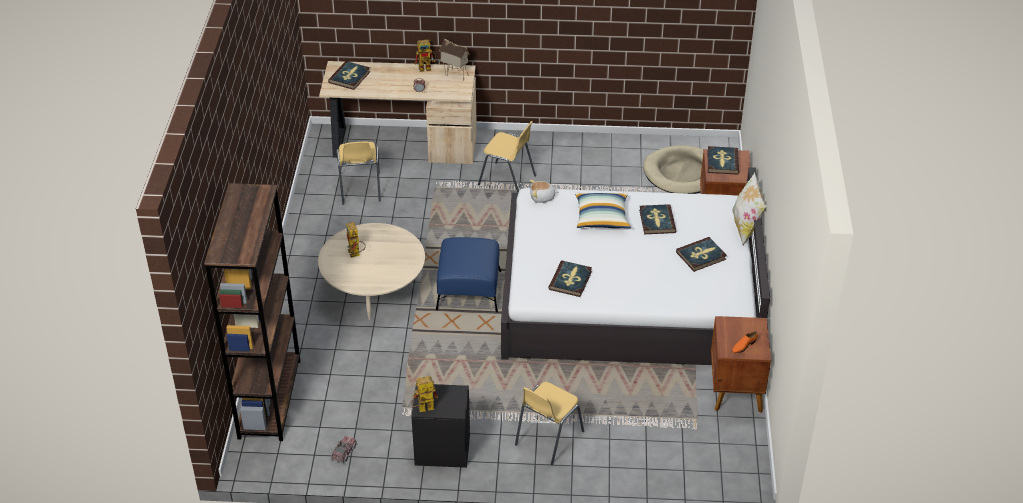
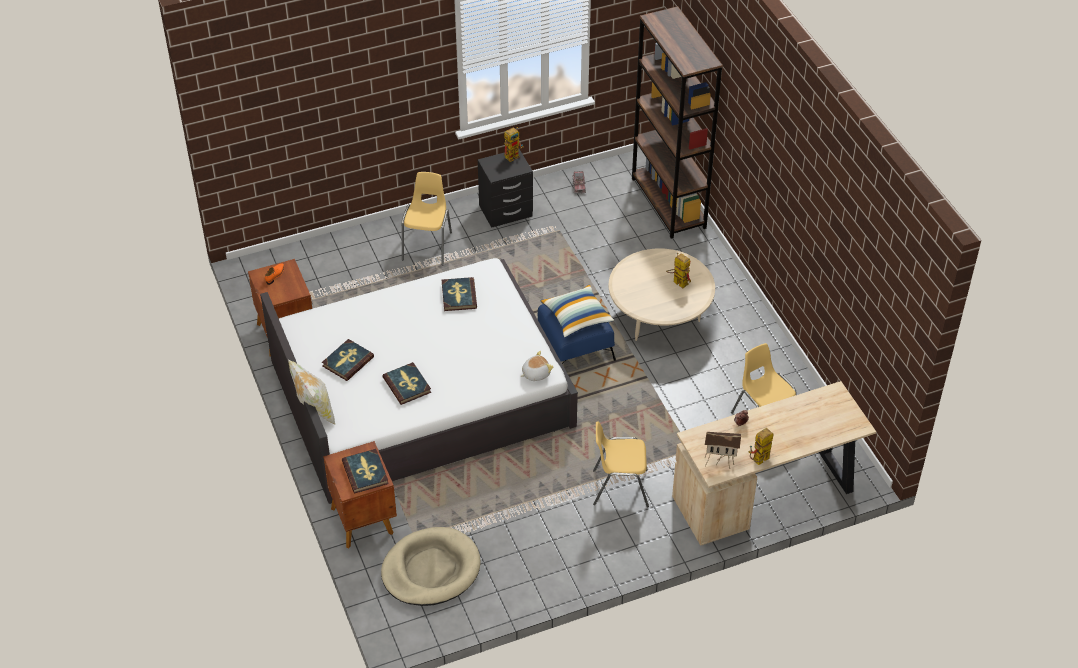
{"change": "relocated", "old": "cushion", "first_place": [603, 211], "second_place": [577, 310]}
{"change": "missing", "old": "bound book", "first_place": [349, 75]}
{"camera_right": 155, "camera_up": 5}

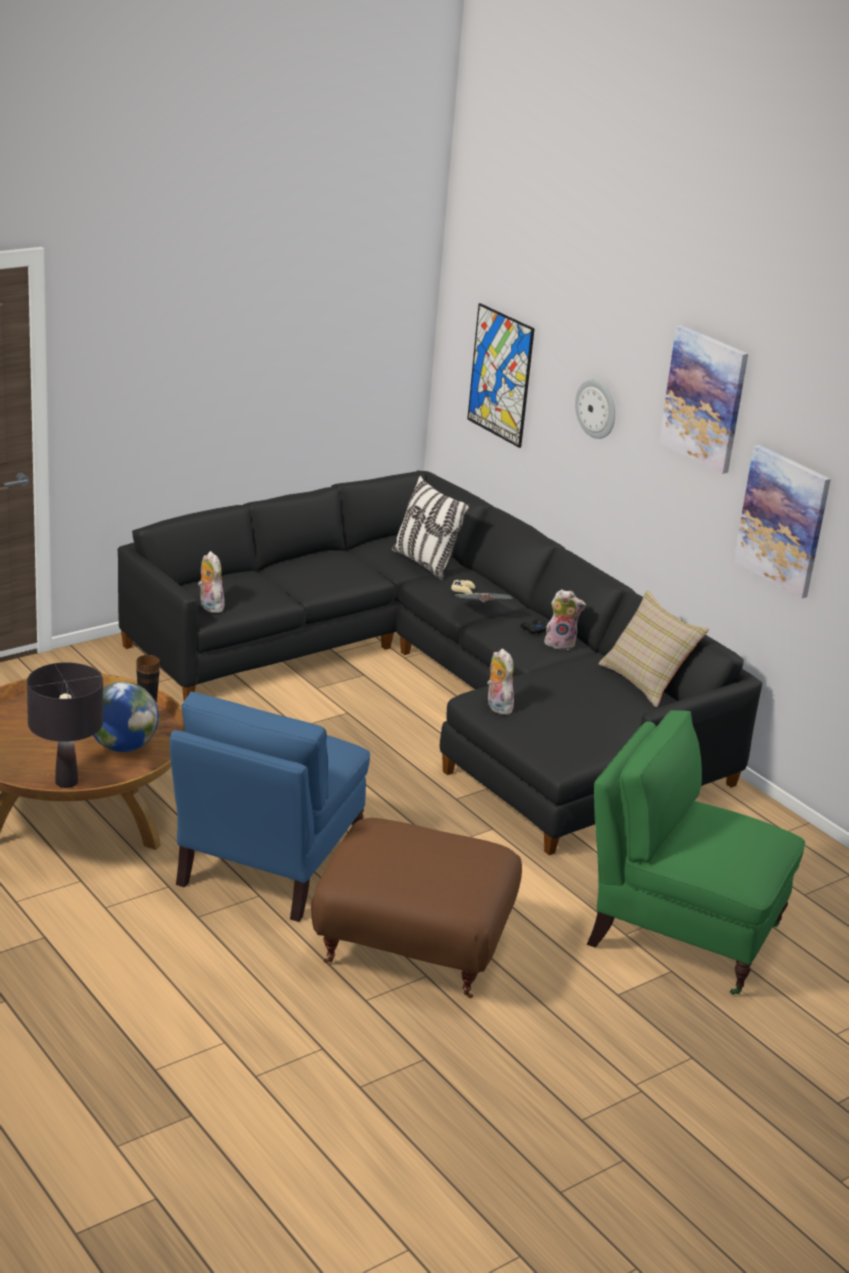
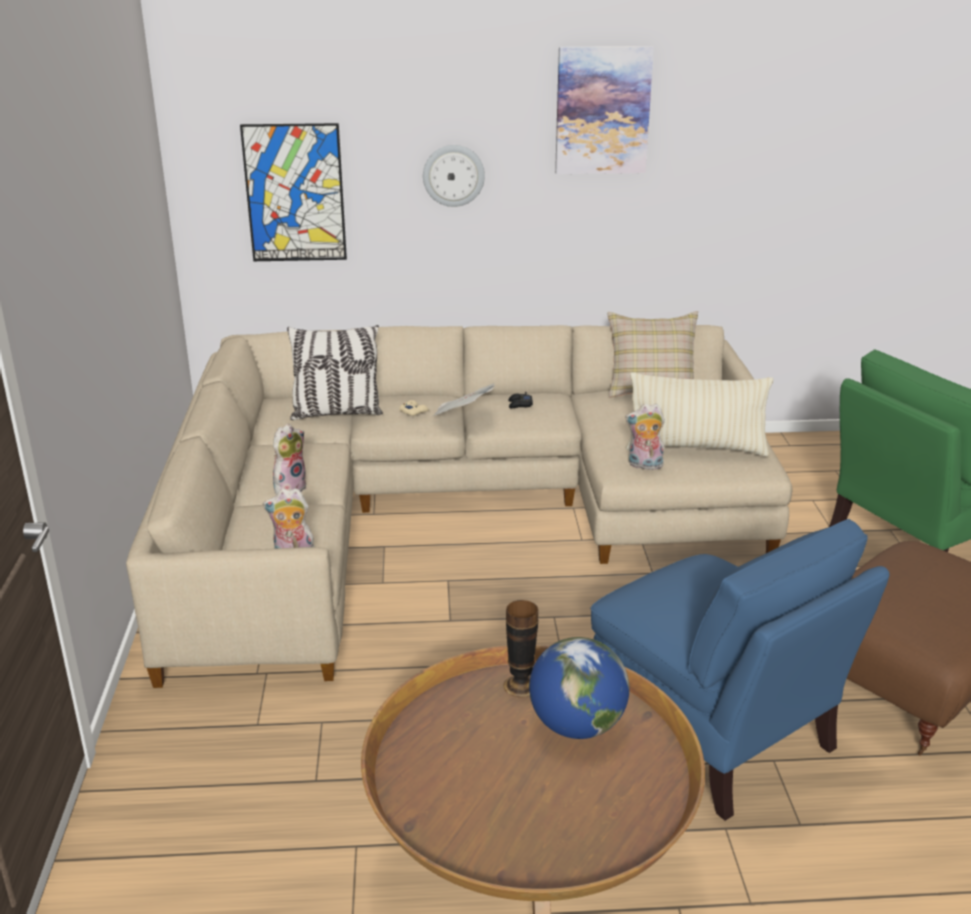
{"change": "colour", "old": "sofa/black", "new": "sofa/beige-coloured", "first_place": [440, 662], "second_place": [459, 506]}
{"change": "relocated", "old": "plush toy", "first_place": [565, 619], "second_place": [290, 459]}
{"change": "appeared", "new": "cushion/beige-coloured", "second_place": [699, 414]}
{"change": "missing", "old": "tabletop lamp/black", "first_place": [65, 725]}
{"change": "missing", "old": "picture", "first_place": [782, 522]}
{"camera_right": -55, "camera_up": 0}

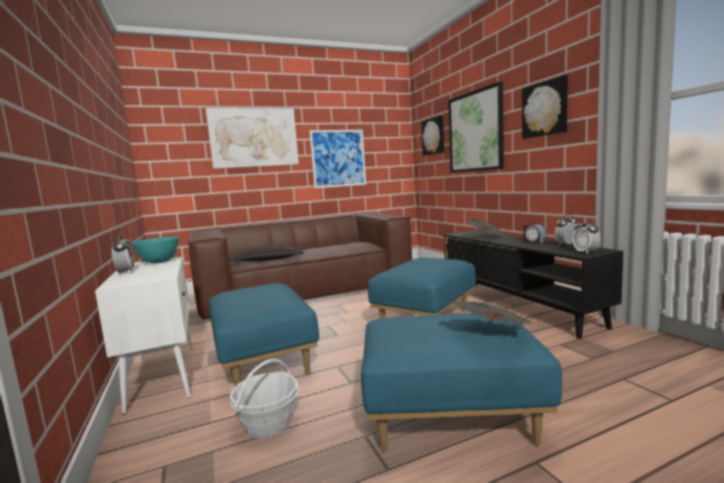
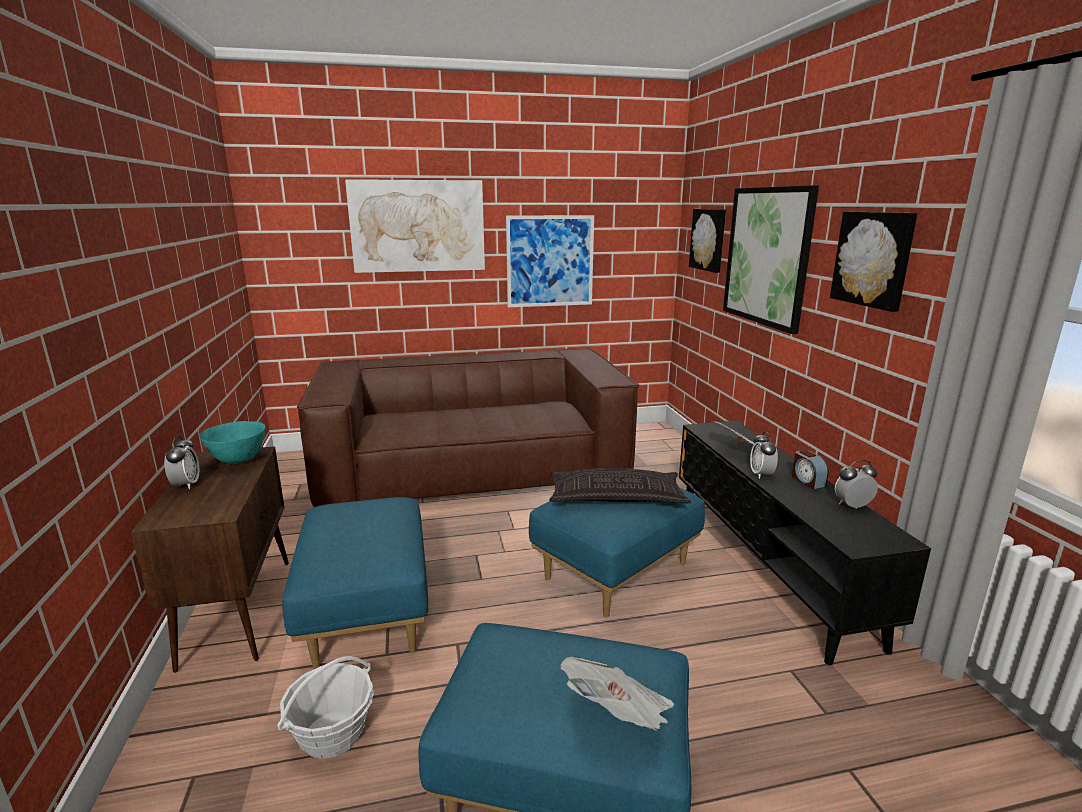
{"change": "colour", "old": "storage cabinet/white-coloured", "new": "storage cabinet/brown", "first_place": [144, 335], "second_place": [210, 559]}
{"change": "relocated", "old": "cushion", "first_place": [266, 253], "second_place": [620, 486]}
{"change": "relocated", "old": "table clock", "first_place": [587, 236], "second_place": [764, 455]}
{"camera_right": 10, "camera_up": 10}

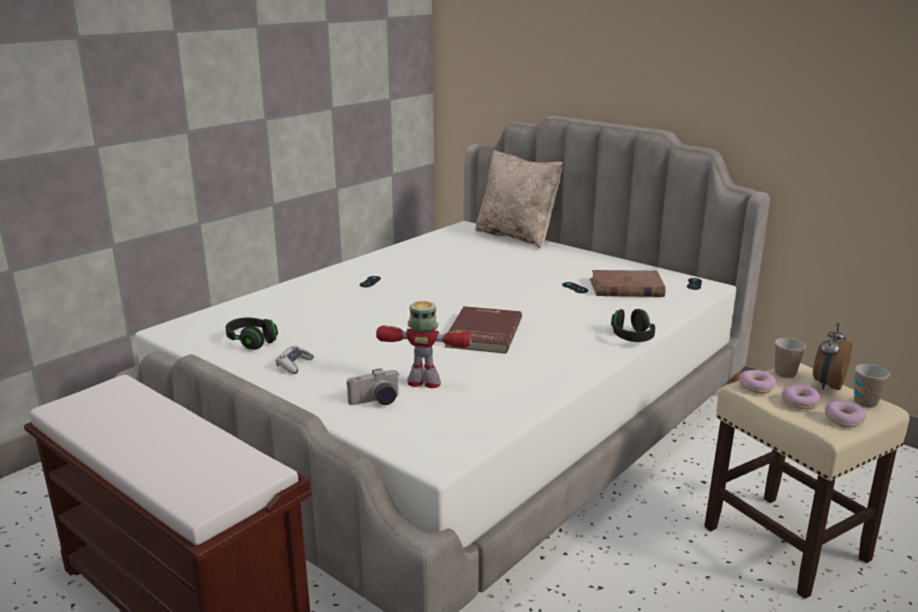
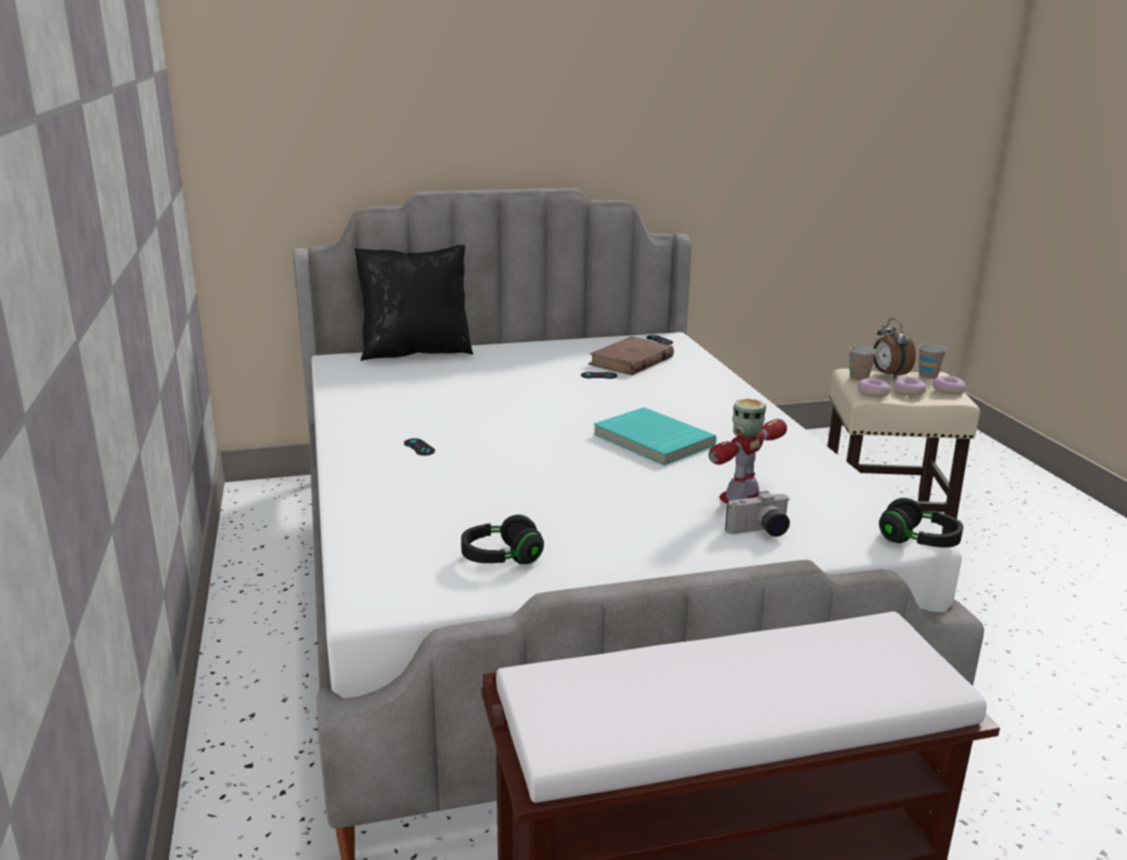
{"change": "colour", "old": "cushion/beige-coloured", "new": "cushion/black", "first_place": [519, 199], "second_place": [414, 303]}
{"change": "colour", "old": "bound book/red-coloured", "new": "bound book/blue-green", "first_place": [483, 330], "second_place": [655, 436]}
{"change": "spun", "old": "still camera", "first_place": [373, 386], "second_place": [757, 514], "degrees": 60}
{"change": "relocated", "old": "pair of headphones/black", "first_place": [633, 325], "second_place": [921, 523]}
{"change": "missing", "old": "joypad", "first_place": [295, 360]}
{"camera_right": -55, "camera_up": 0}

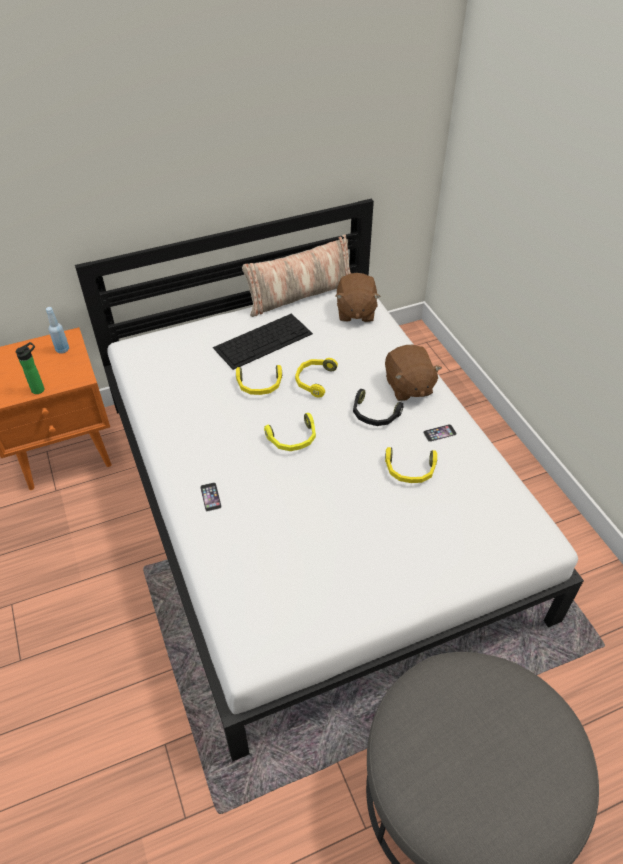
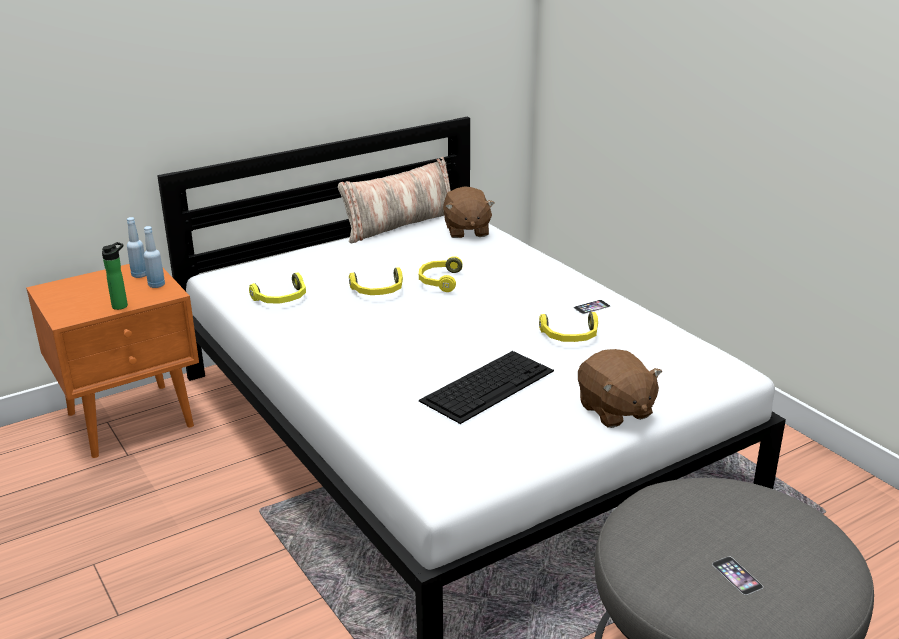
{"change": "appeared", "new": "beverage bottle/blue-coloured", "second_place": [154, 257]}
{"change": "relocated", "old": "pair of headphones/yellow-coloured", "first_place": [290, 432], "second_place": [277, 288]}
{"change": "relocated", "old": "computer keyboard", "first_place": [263, 341], "second_place": [486, 387]}
{"change": "relocated", "old": "plush toy/brown", "first_place": [413, 373], "second_place": [620, 388]}
{"change": "relocated", "old": "phone", "first_place": [211, 497], "second_place": [737, 575]}
{"change": "missing", "old": "pair of headphones/black", "first_place": [378, 407]}
{"camera_right": -10, "camera_up": -20}

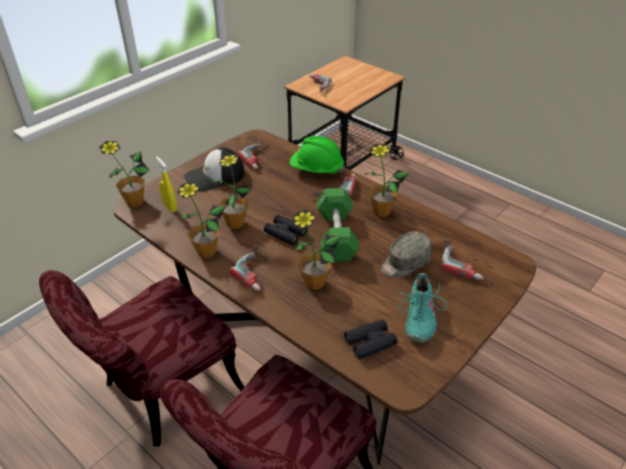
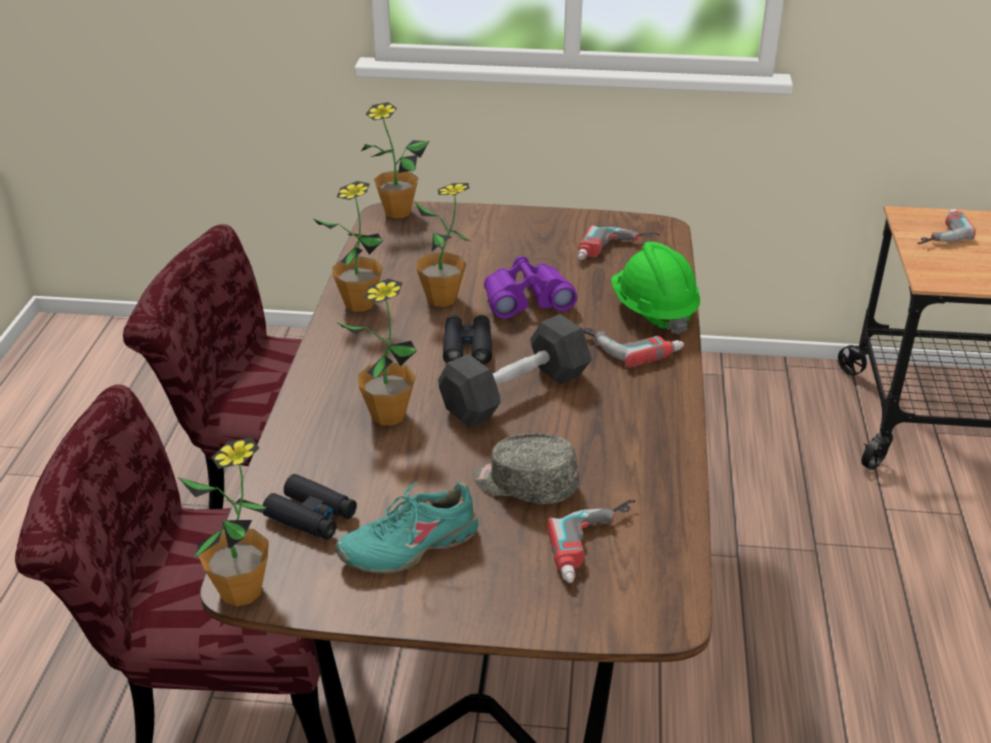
{"change": "relocated", "old": "potted plant", "first_place": [387, 180], "second_place": [223, 521]}
{"change": "colour", "old": "free weight/greenish", "new": "free weight/black", "first_place": [338, 225], "second_place": [515, 371]}
{"change": "appeared", "new": "binoculars/purple-coloured", "second_place": [530, 287]}
{"change": "missing", "old": "sprayer/yellow-coloured", "first_place": [166, 184]}
{"change": "missing", "old": "cap", "first_place": [214, 169]}
{"change": "missing", "old": "power drill", "first_place": [245, 267]}
{"camera_right": 55, "camera_up": -5}

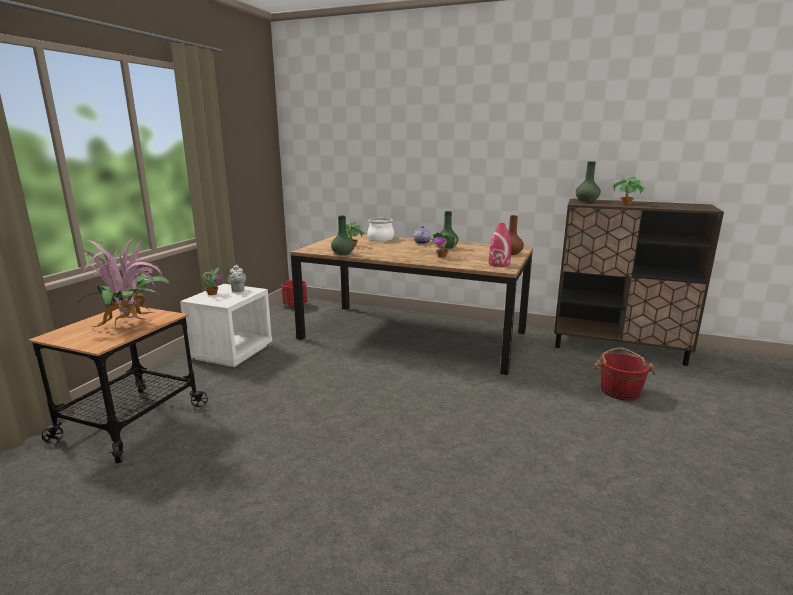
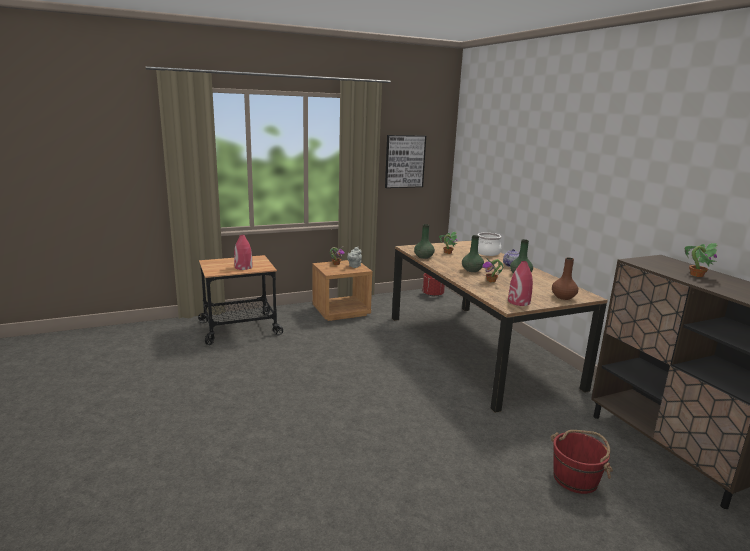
{"change": "exchanged", "old": "potted plant", "new": "vase/red-coloured", "first_place": [123, 282], "second_place": [243, 252]}
{"change": "colour", "old": "night table/white-coloured", "new": "night table/brown", "first_place": [226, 325], "second_place": [343, 290]}
{"change": "appeared", "new": "picture", "second_place": [405, 161]}
{"change": "relocated", "old": "vase/greenish", "first_place": [588, 181], "second_place": [473, 253]}
{"camera_right": 45, "camera_up": 0}

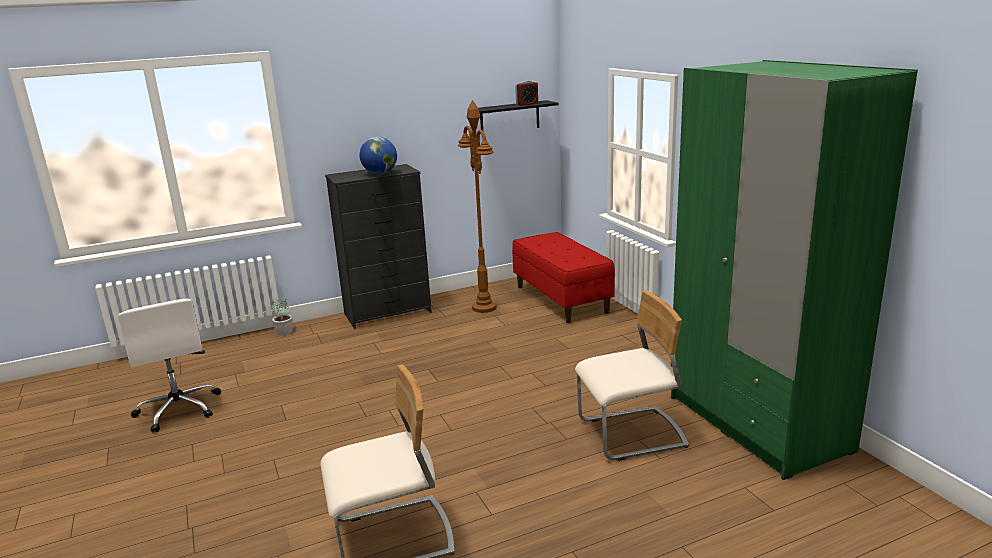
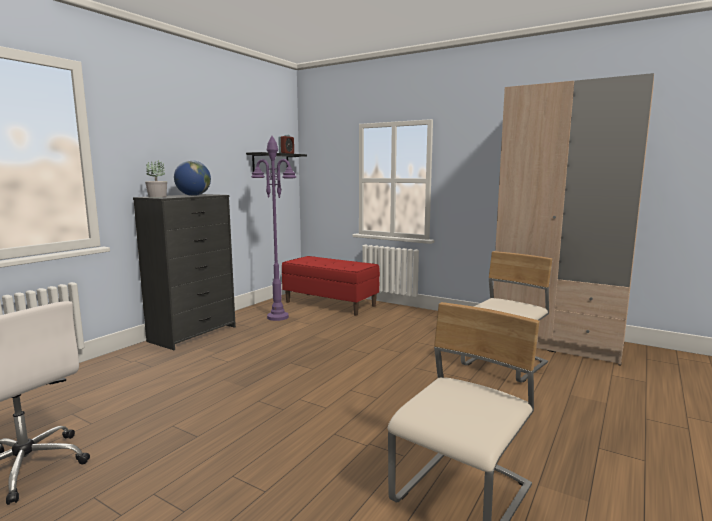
{"change": "relocated", "old": "potted plant", "first_place": [282, 316], "second_place": [156, 179]}
{"change": "colour", "old": "floor lamp/brown", "new": "floor lamp/purple-coloured", "first_place": [477, 206], "second_place": [273, 228]}
{"change": "colour", "old": "wardrobe/greenish", "new": "wardrobe/beige-coloured", "first_place": [794, 270], "second_place": [573, 219]}
{"camera_right": -35, "camera_up": -10}

